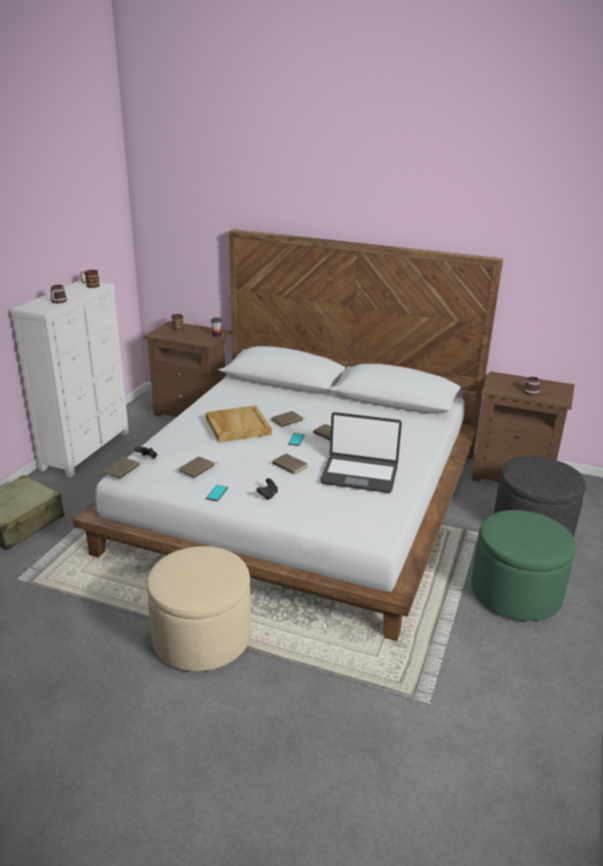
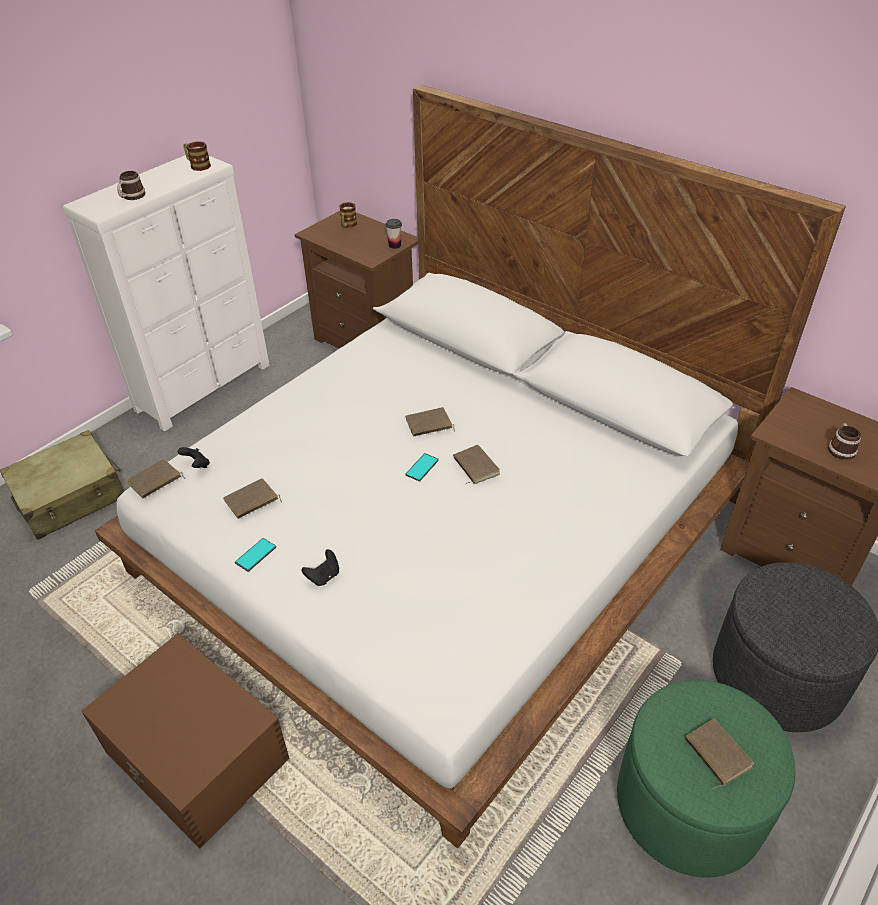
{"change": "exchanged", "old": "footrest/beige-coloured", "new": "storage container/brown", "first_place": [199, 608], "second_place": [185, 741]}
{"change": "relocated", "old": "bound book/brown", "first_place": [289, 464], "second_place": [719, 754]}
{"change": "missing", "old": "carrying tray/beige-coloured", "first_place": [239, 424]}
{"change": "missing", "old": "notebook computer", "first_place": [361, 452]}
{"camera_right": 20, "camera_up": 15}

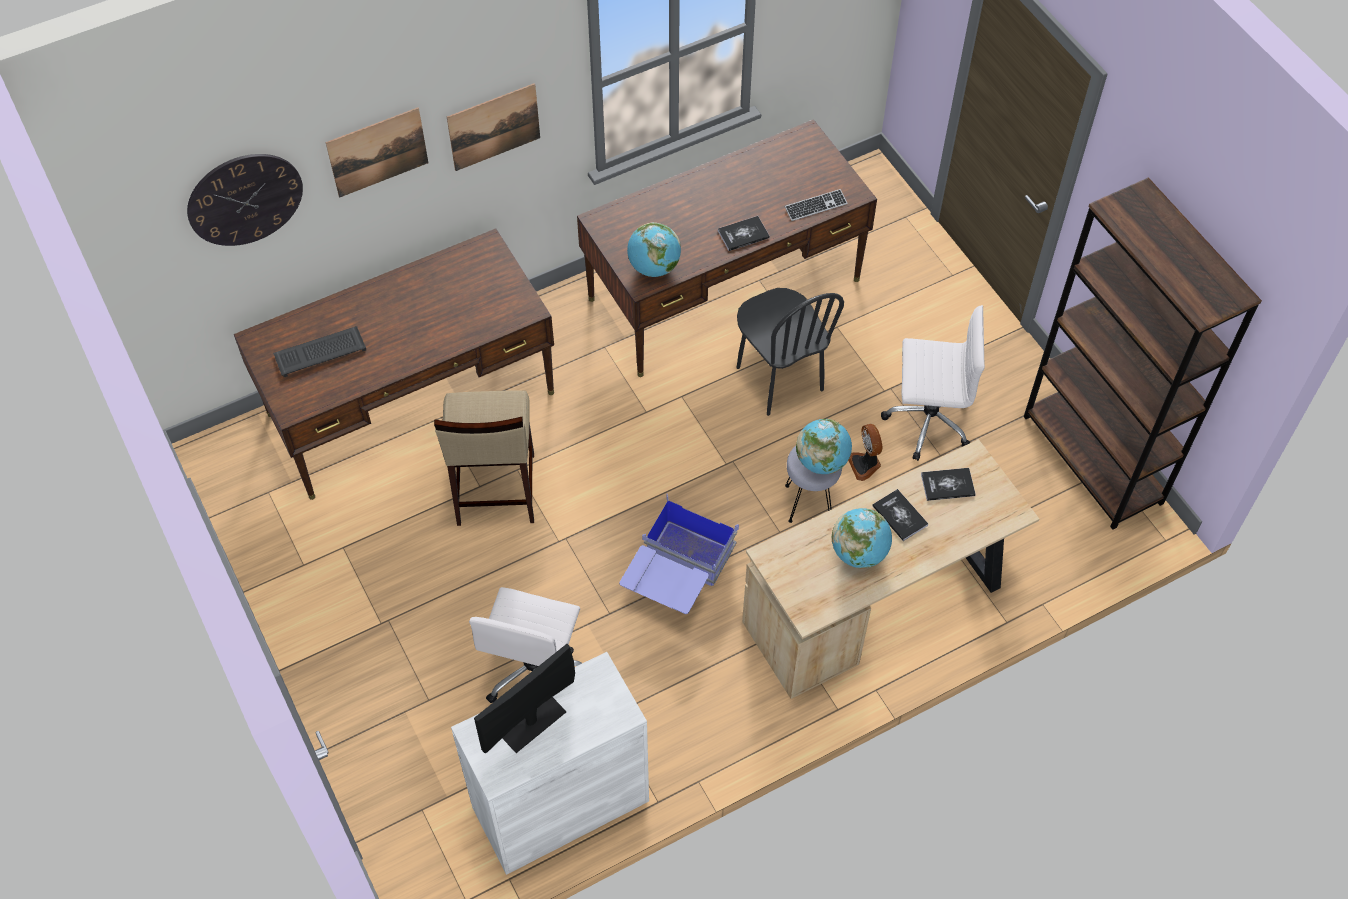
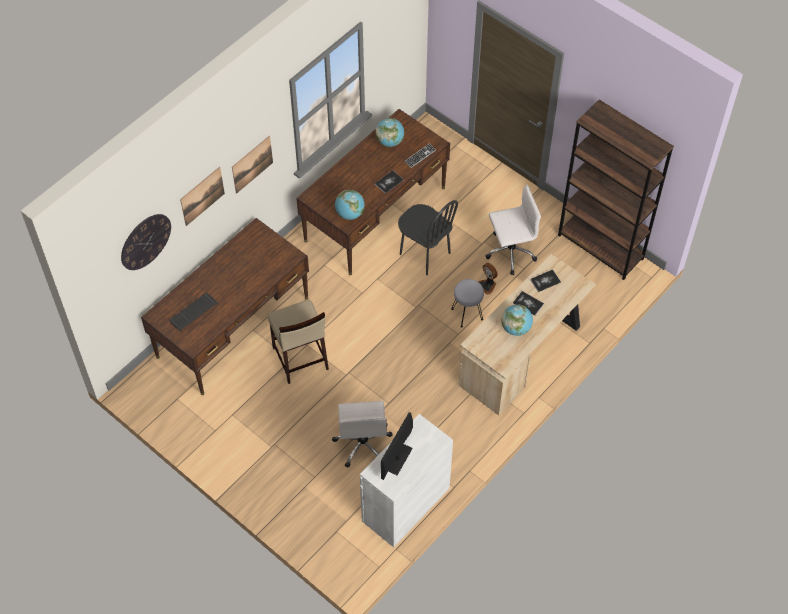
{"change": "relocated", "old": "desk globe", "first_place": [824, 446], "second_place": [390, 132]}
{"change": "missing", "old": "storage container/blue-coloured", "first_place": [679, 554]}
{"camera_right": -20, "camera_up": 0}

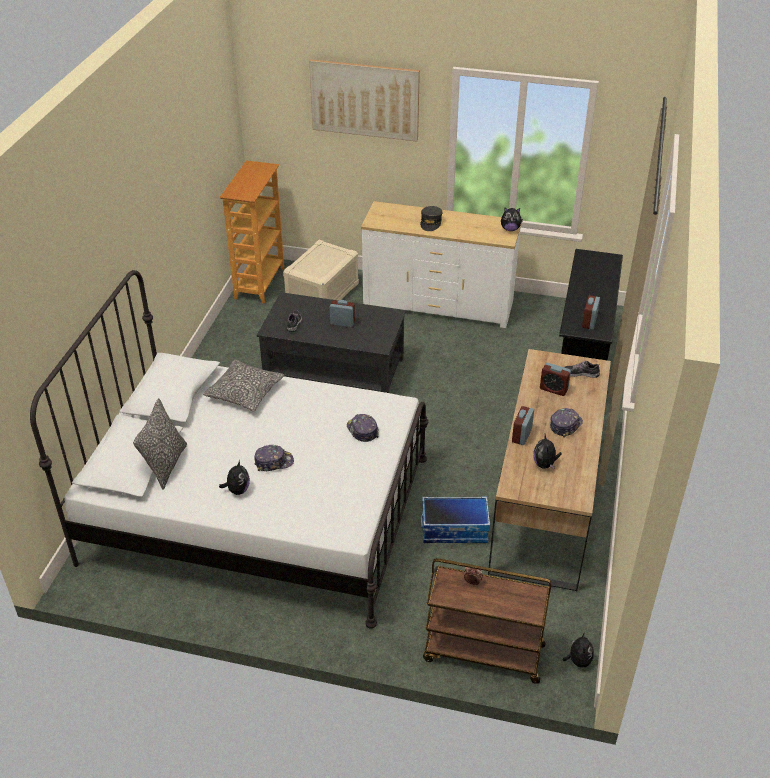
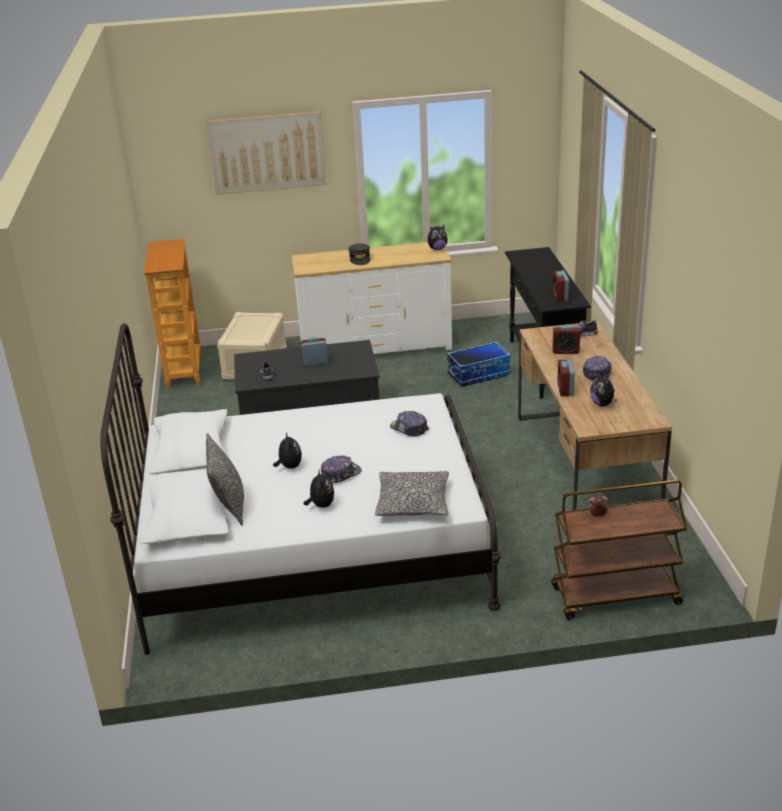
{"change": "relocated", "old": "plush toy", "first_place": [578, 650], "second_place": [287, 450]}
{"change": "relocated", "old": "cushion", "first_place": [243, 385], "second_place": [412, 493]}
{"change": "relocated", "old": "storage container", "first_place": [455, 520], "second_place": [479, 364]}
{"camera_right": -20, "camera_up": -10}

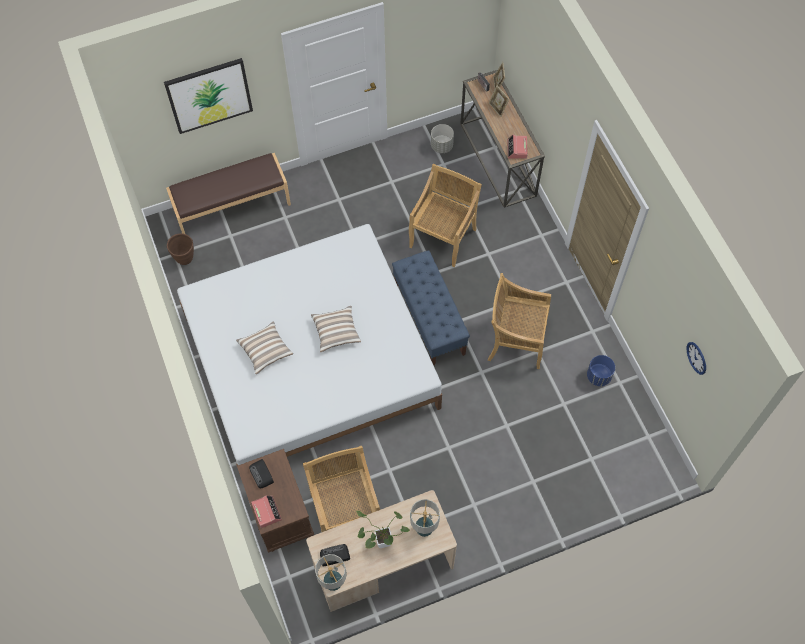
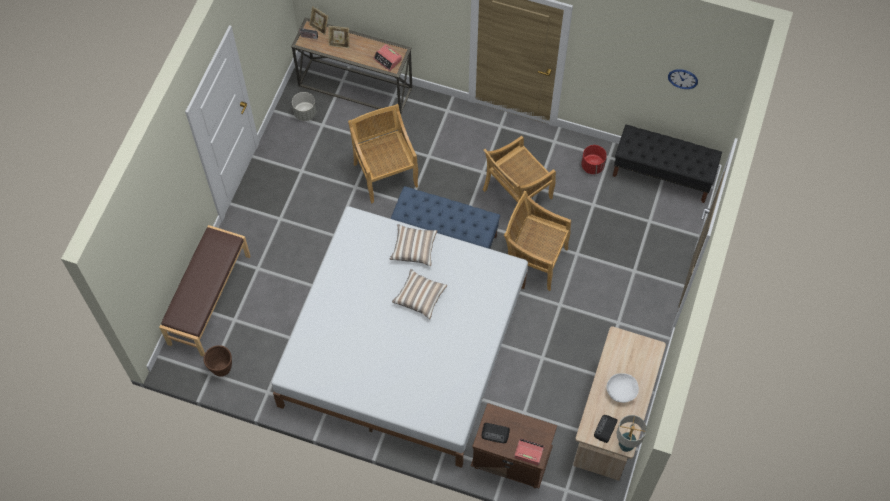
{"change": "relocated", "old": "cushion", "first_place": [264, 347], "second_place": [413, 245]}
{"change": "relocated", "old": "chair/beige-coloured", "first_place": [341, 489], "second_place": [537, 241]}
{"change": "colour", "old": "planter/blue-coloured", "new": "planter/red-coloured", "first_place": [601, 370], "second_place": [594, 159]}
{"change": "exchanged", "old": "potted plant", "new": "deep dish/white-coloured", "first_place": [383, 530], "second_place": [623, 388]}
{"change": "appeared", "new": "indoor bench/black", "second_place": [667, 164]}
{"change": "missing", "old": "picture", "first_place": [208, 96]}
{"change": "missing", "old": "tabletop lamp", "first_place": [425, 518]}
{"camera_right": -50, "camera_up": 0}

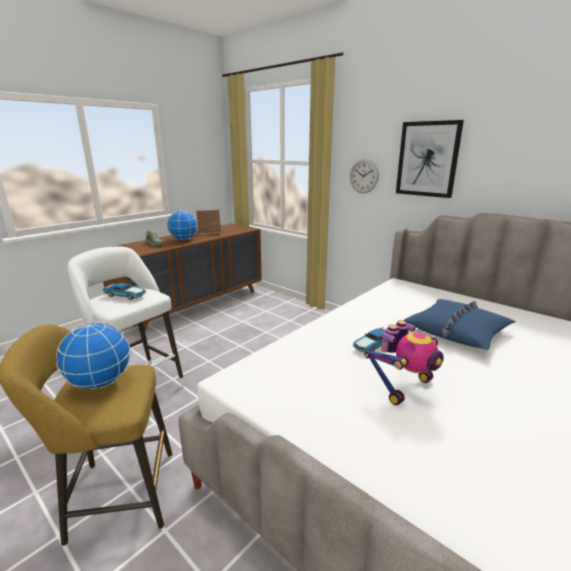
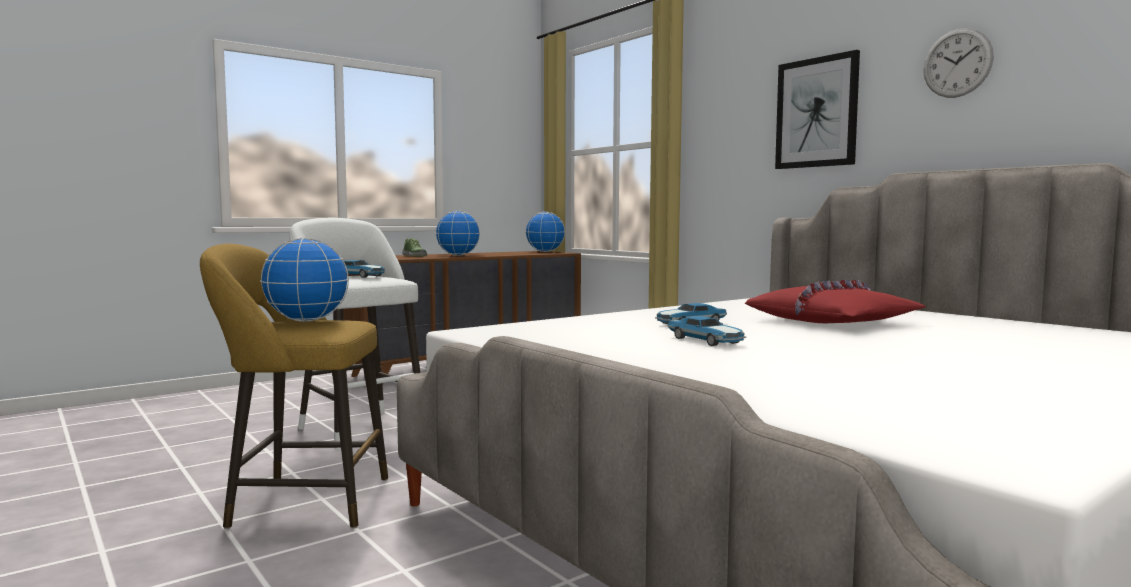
{"change": "appeared", "new": "desk globe", "second_place": [545, 232]}
{"change": "exchanged", "old": "toy robot", "new": "toy car", "first_place": [404, 362], "second_place": [706, 331]}
{"change": "colour", "old": "cushion/blue-coloured", "new": "cushion/red-coloured", "first_place": [459, 324], "second_place": [835, 301]}
{"change": "relocated", "old": "clock on the wall", "first_place": [364, 176], "second_place": [958, 63]}
{"change": "missing", "old": "miniature house", "first_place": [208, 222]}
{"camera_right": 10, "camera_up": -15}

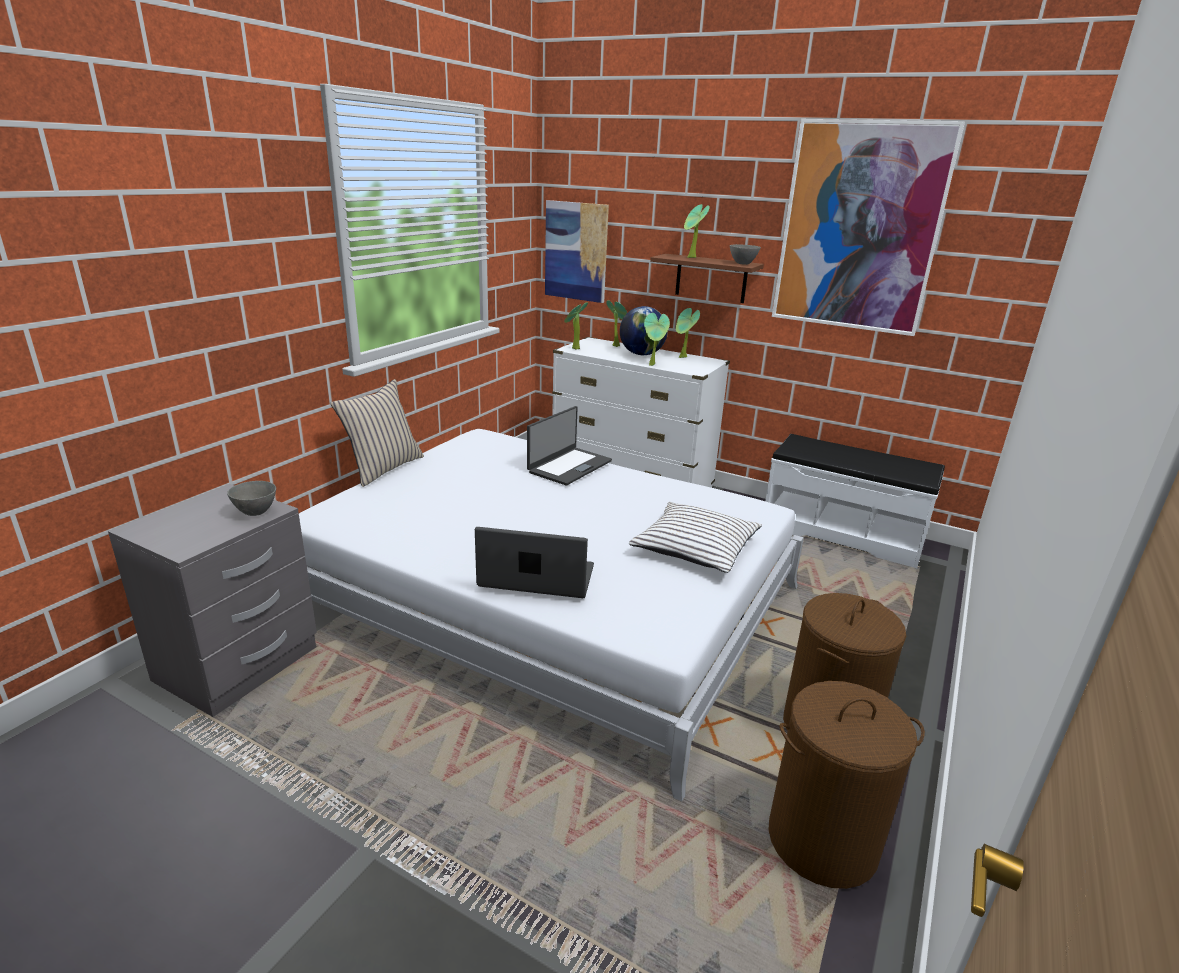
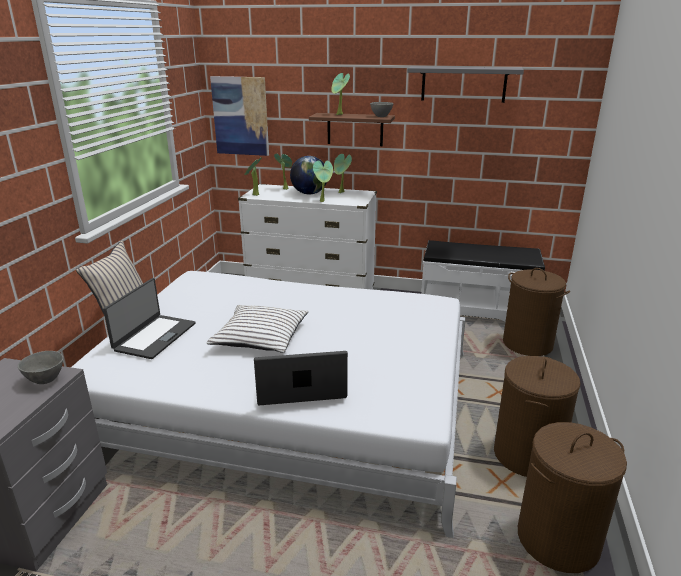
{"change": "relocated", "old": "notebook computer", "first_place": [569, 445], "second_place": [149, 318]}
{"change": "relocated", "old": "cushion/white-coloured", "first_place": [695, 537], "second_place": [257, 329]}
{"change": "exchanged", "old": "picture", "new": "bracket shelf/greyish", "first_place": [868, 227], "second_place": [465, 84]}
{"change": "appeared", "new": "laundry basket/brown", "second_place": [536, 312]}
{"camera_right": -15, "camera_up": 0}

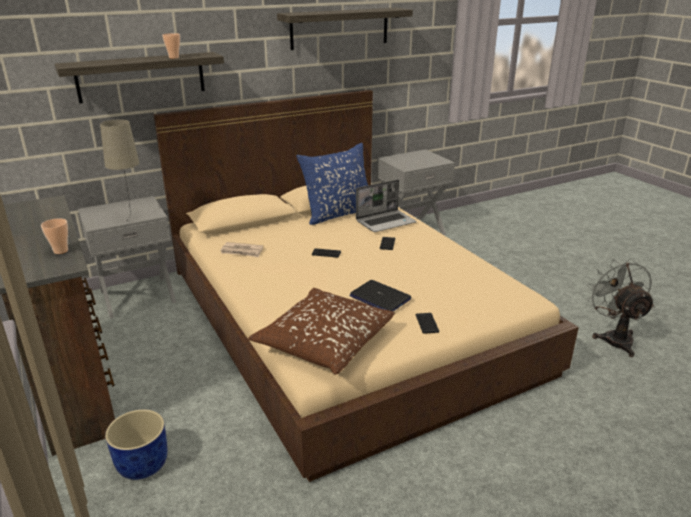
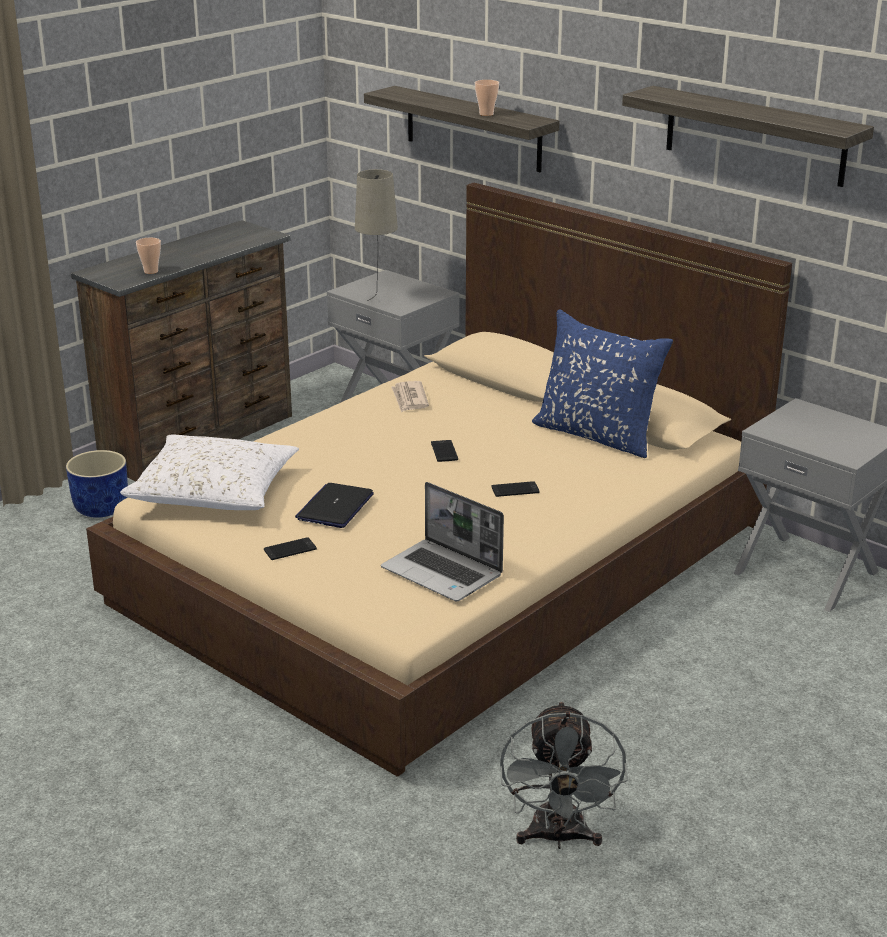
{"change": "colour", "old": "cushion/brown", "new": "cushion/white-coloured", "first_place": [321, 331], "second_place": [210, 472]}
{"change": "relocated", "old": "notebook computer", "first_place": [386, 206], "second_place": [442, 541]}
{"change": "spun", "old": "electric fan/greyish", "first_place": [621, 308], "second_place": [564, 775], "degrees": 120}
{"camera_right": 70, "camera_up": 0}

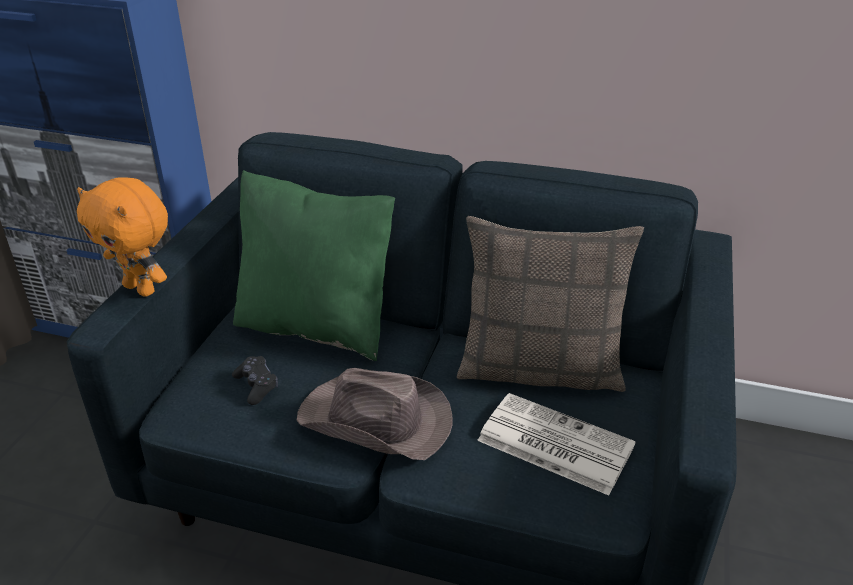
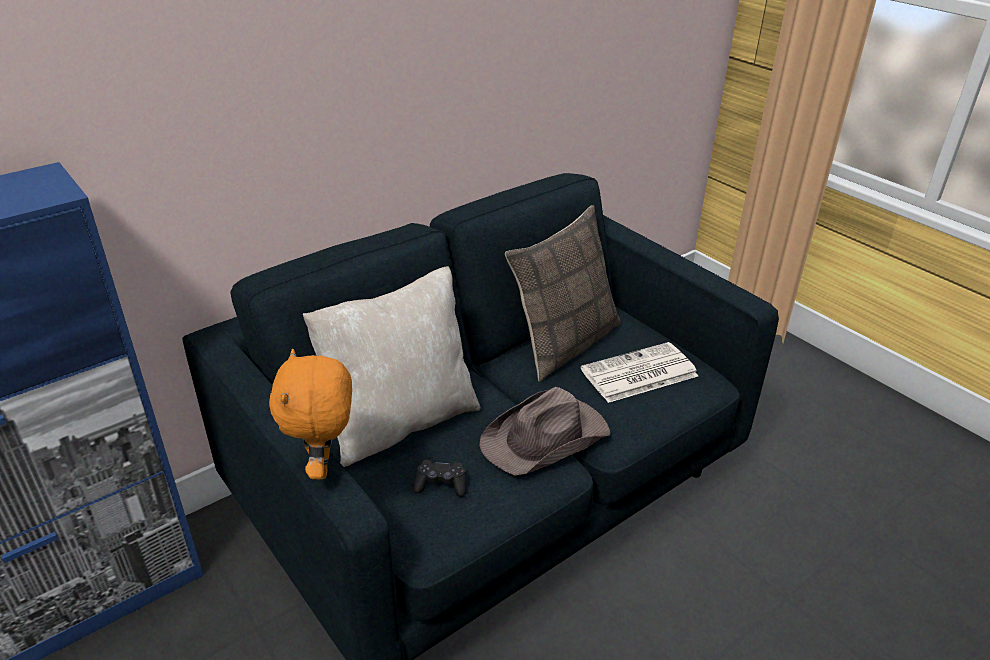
{"change": "spun", "old": "plush toy/orange", "first_place": [122, 237], "second_place": [310, 414], "degrees": 105}
{"change": "colour", "old": "cushion/greenish", "new": "cushion/beige-coloured", "first_place": [314, 265], "second_place": [392, 366]}
{"camera_right": -55, "camera_up": 0}

